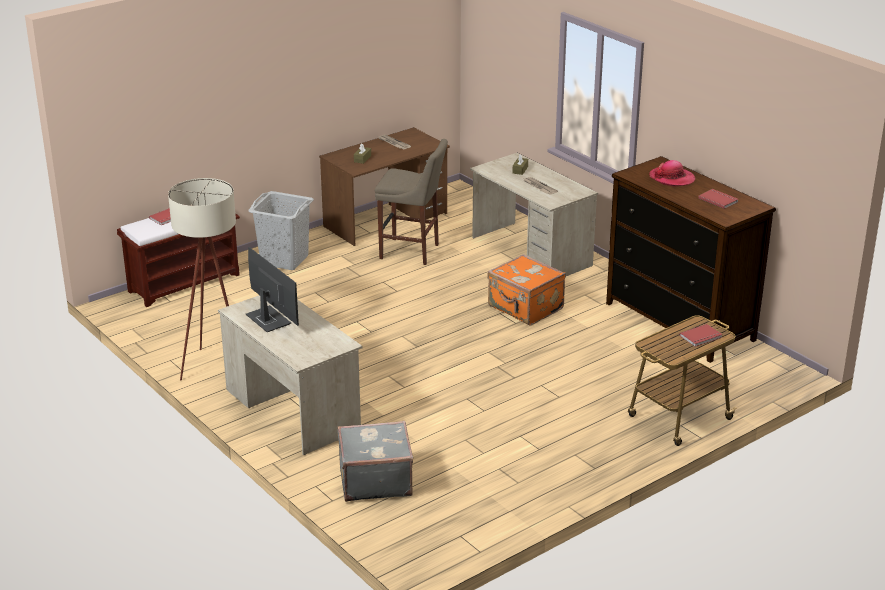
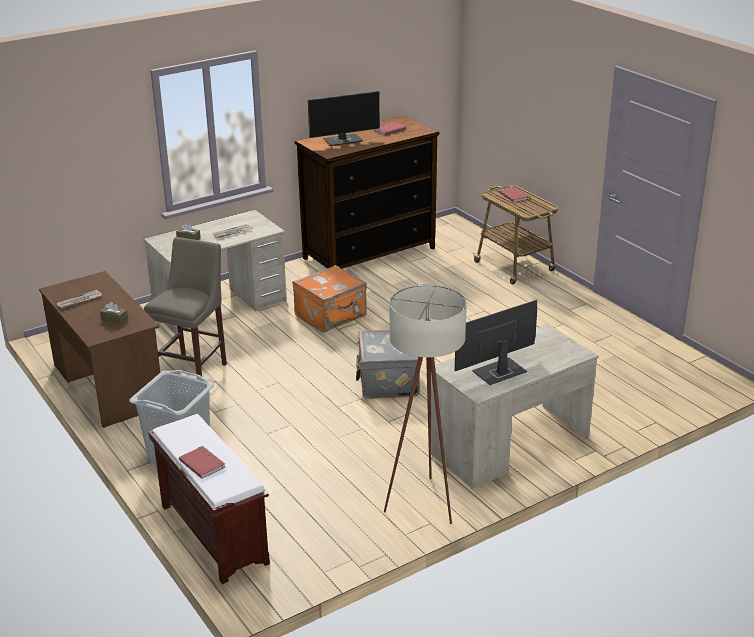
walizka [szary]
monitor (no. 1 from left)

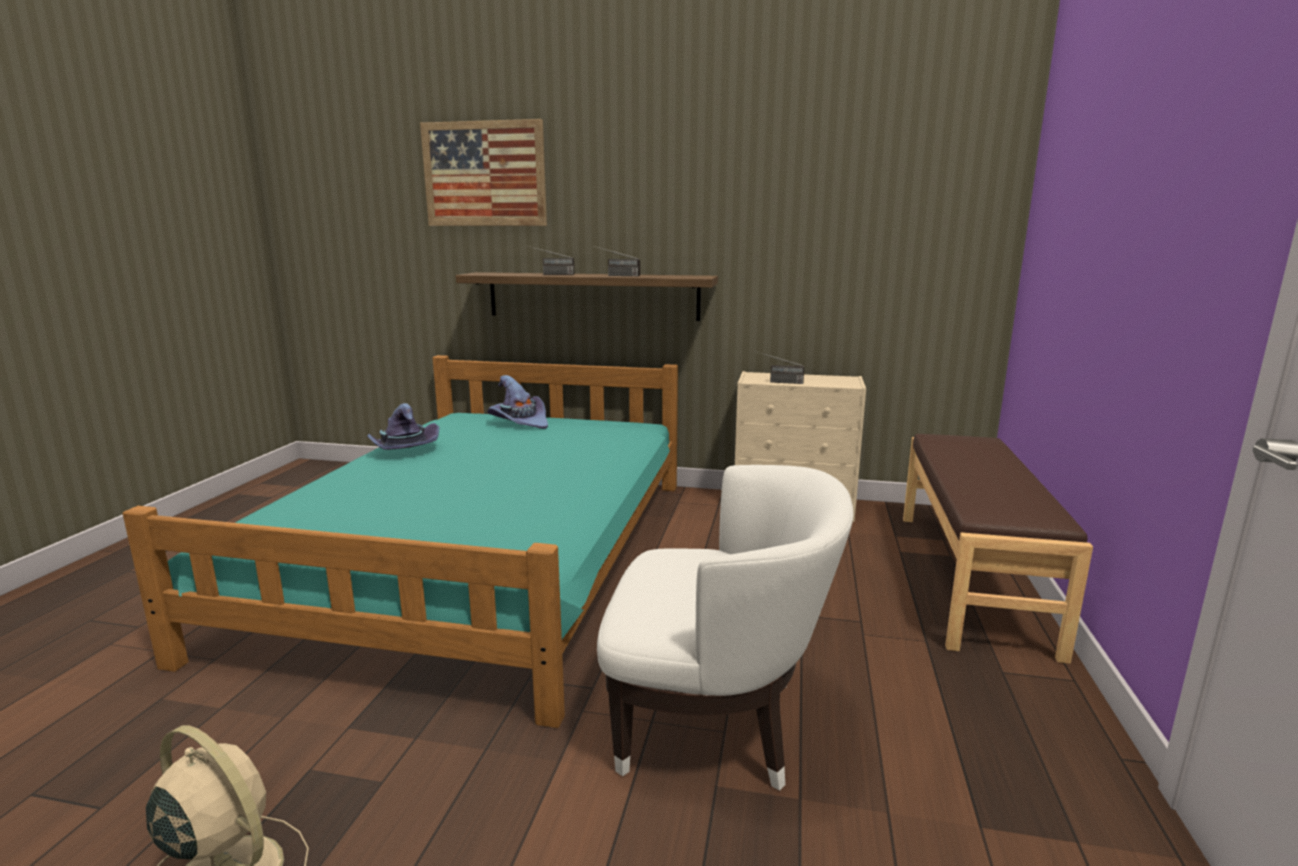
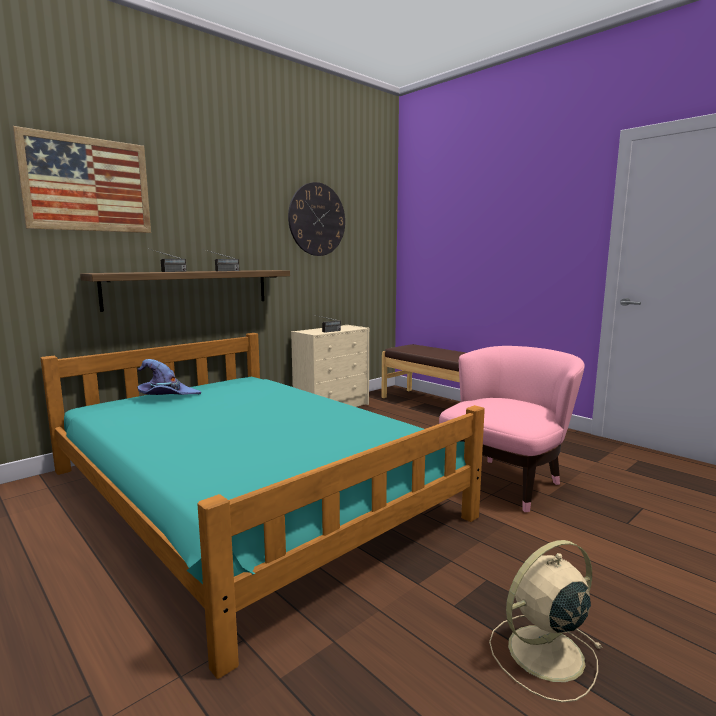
kapelusz [fioletowy] (no. 1 from left in the first image)
fotel [różowy]
zegar ścienny

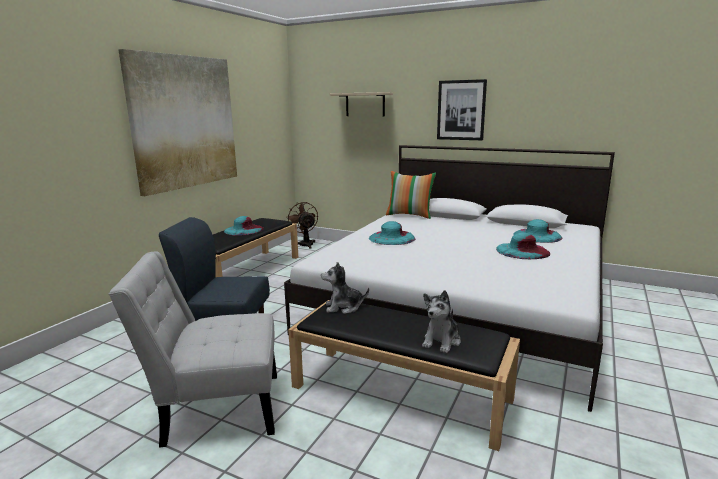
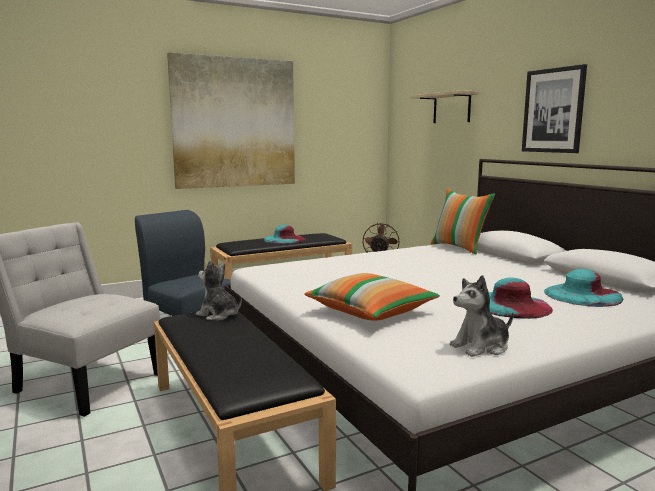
kapelusz [turkusowy] (no. 2 from left in the first image)
pluszak (no. 2 from left)
poduszka (no. 1 from left)

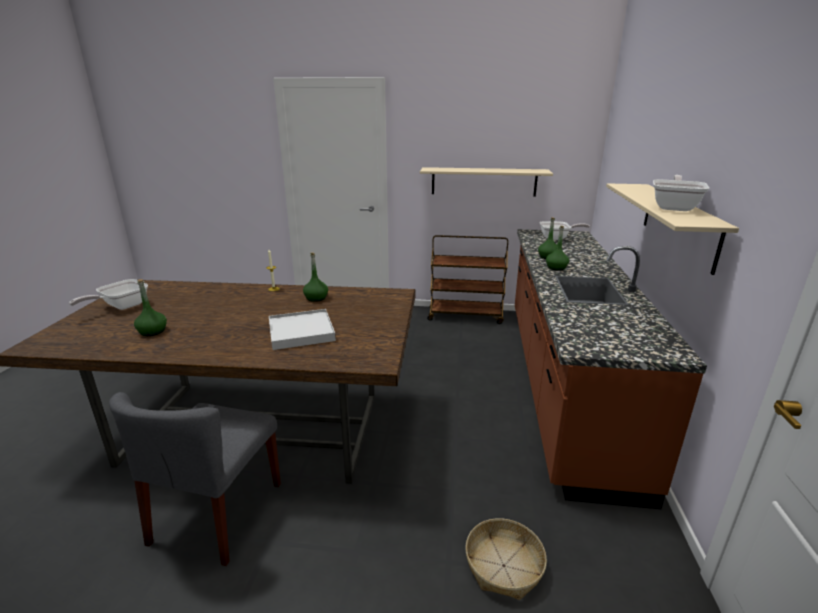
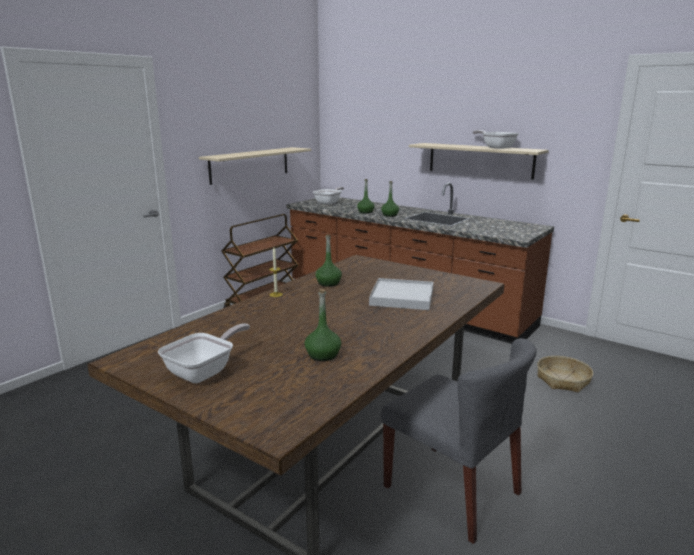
patelnia (no. 1 from left)

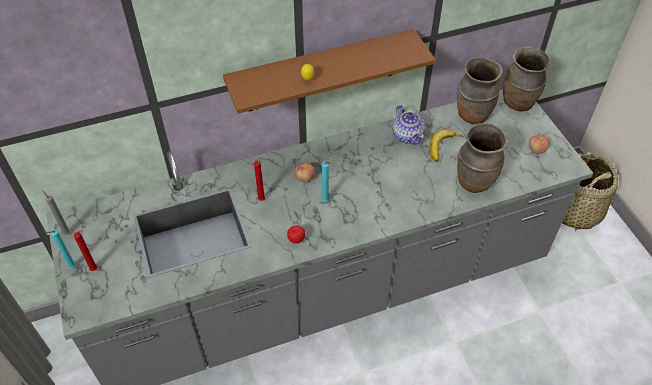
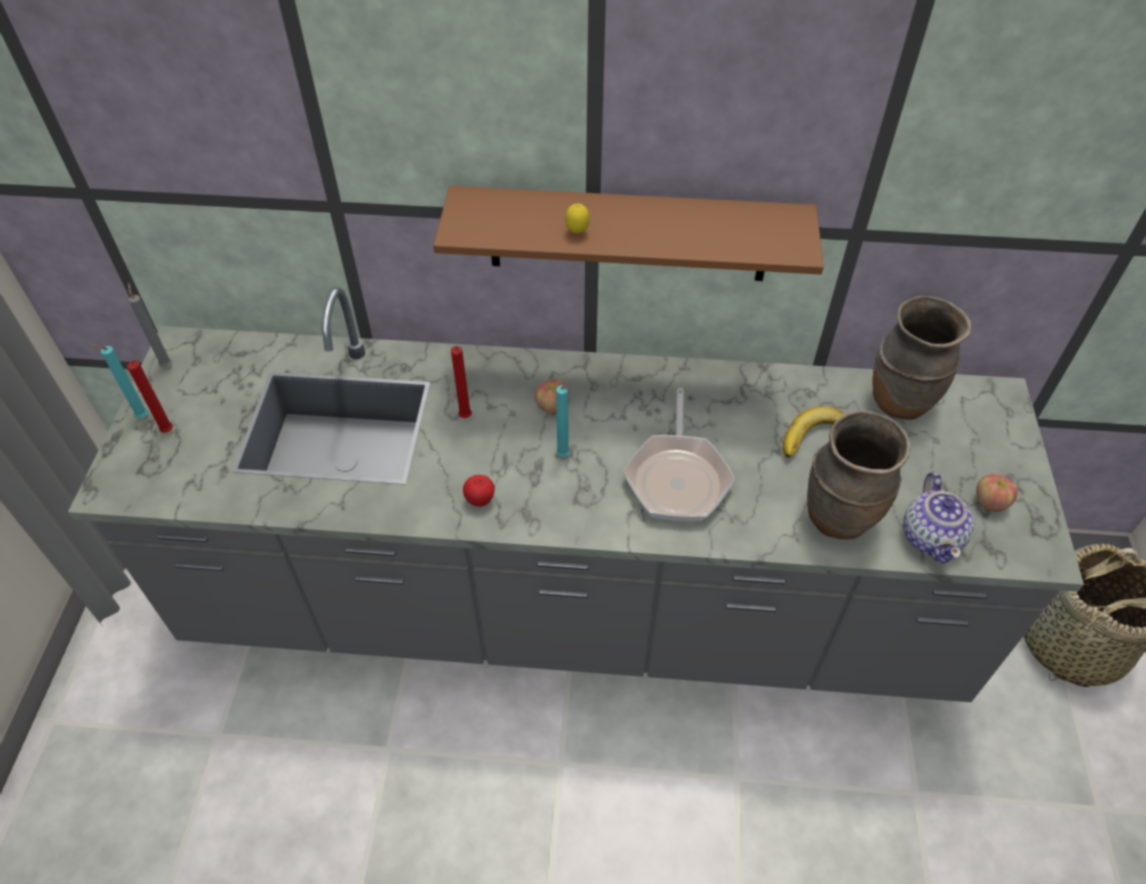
imbryk
wazon [brązowy] (no. 3 from left in the first image)
patelnia

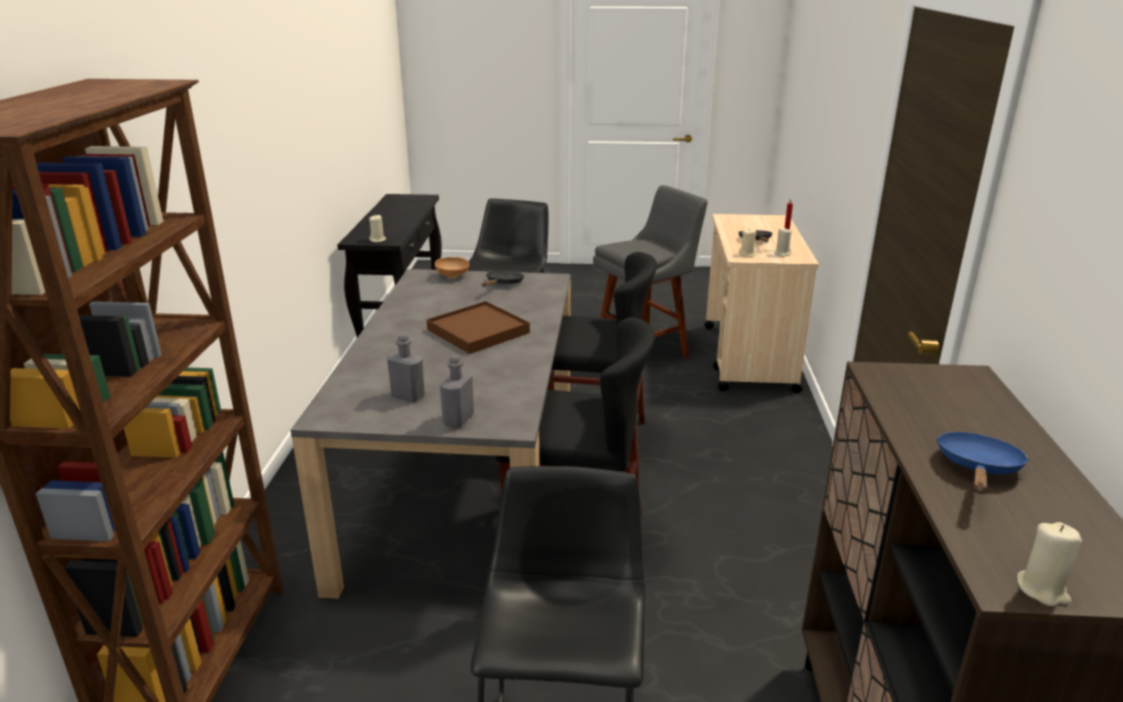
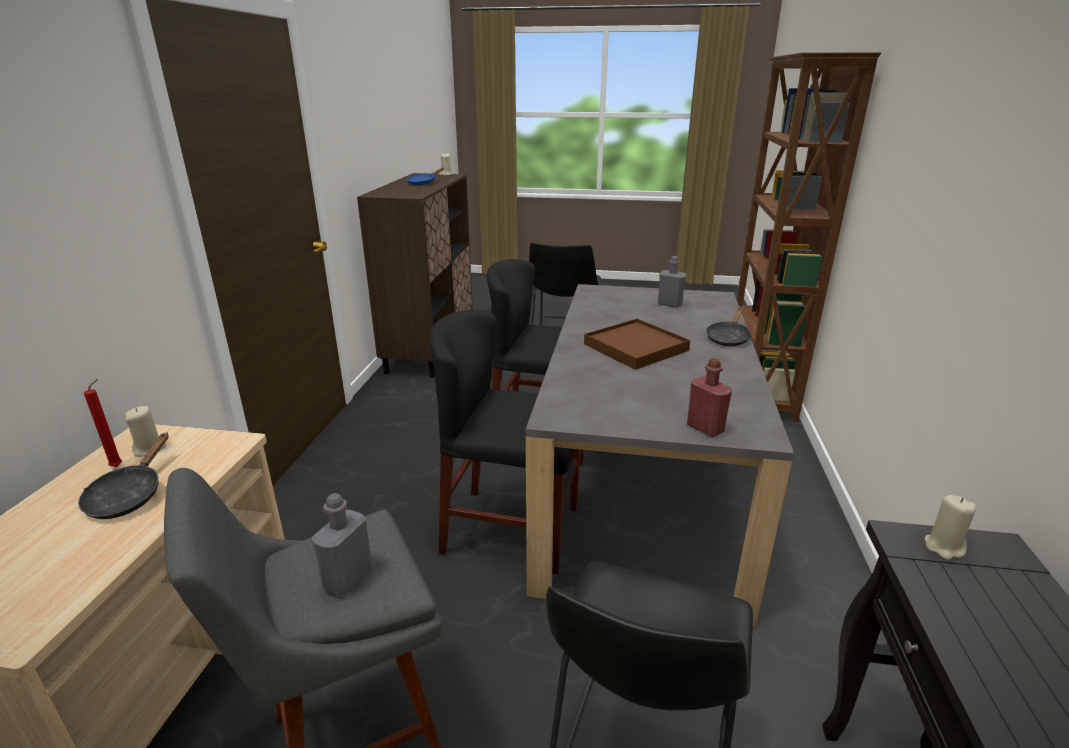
butelka [czerwony]
butelka [szary] (no. 1 from left)
patelnia [czarny] (no. 2 from left)
świeca [beżowy] (no. 2 from left in the first image)

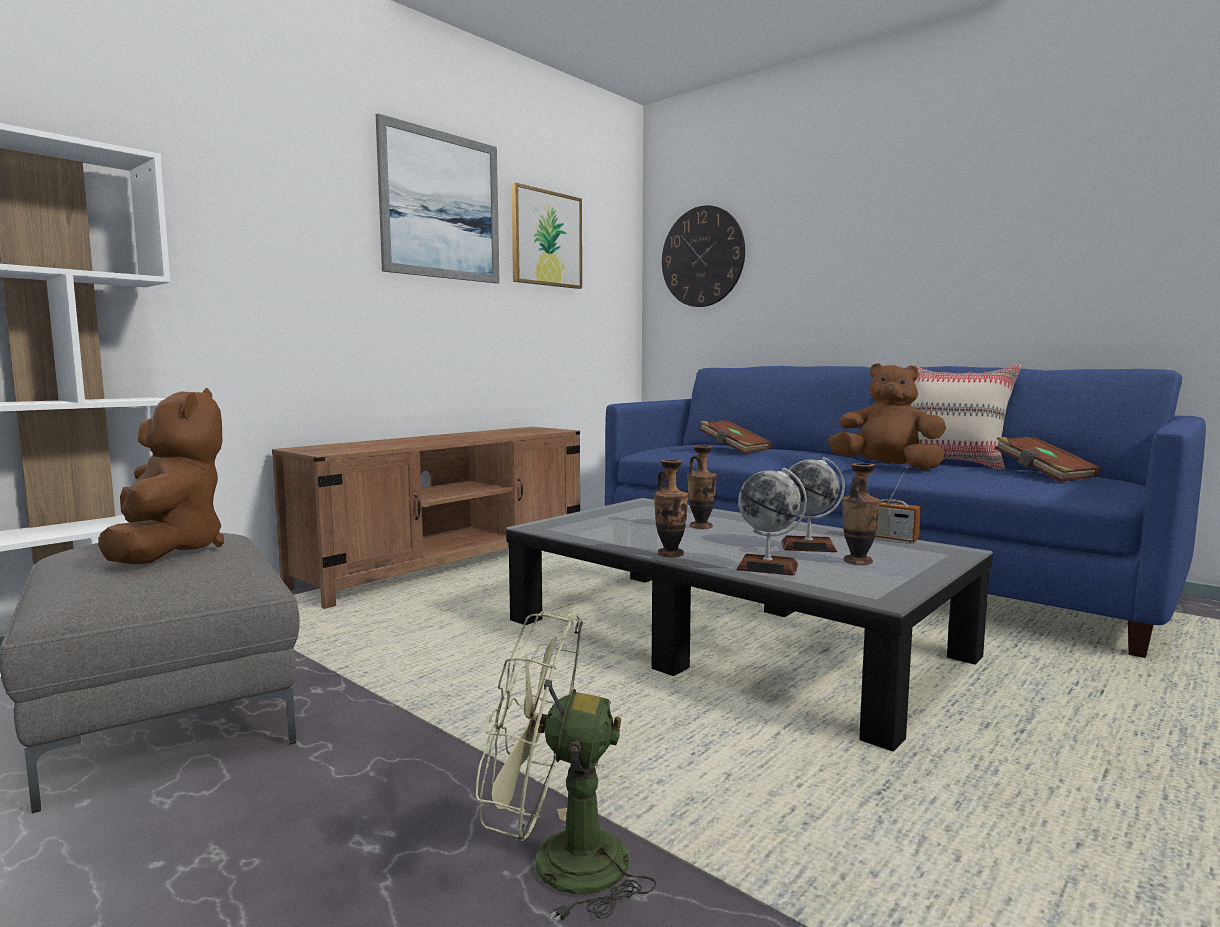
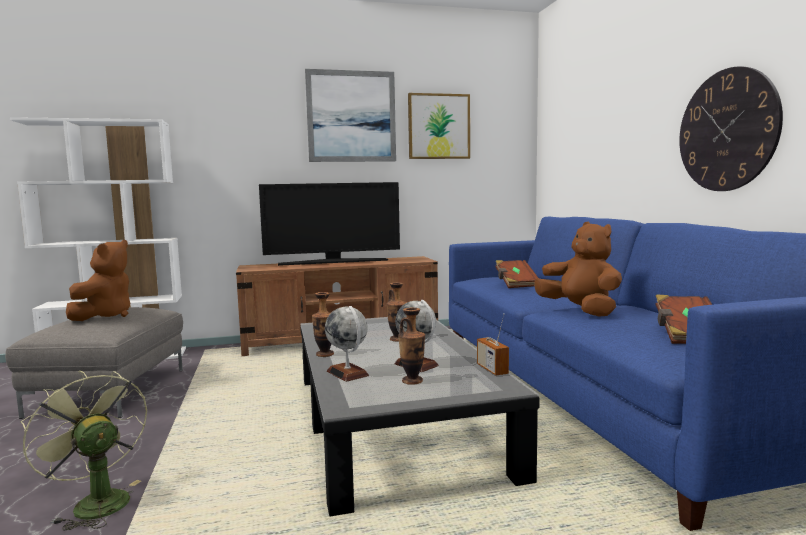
zegar ścienny
poduszka [beżowy]
telewizor

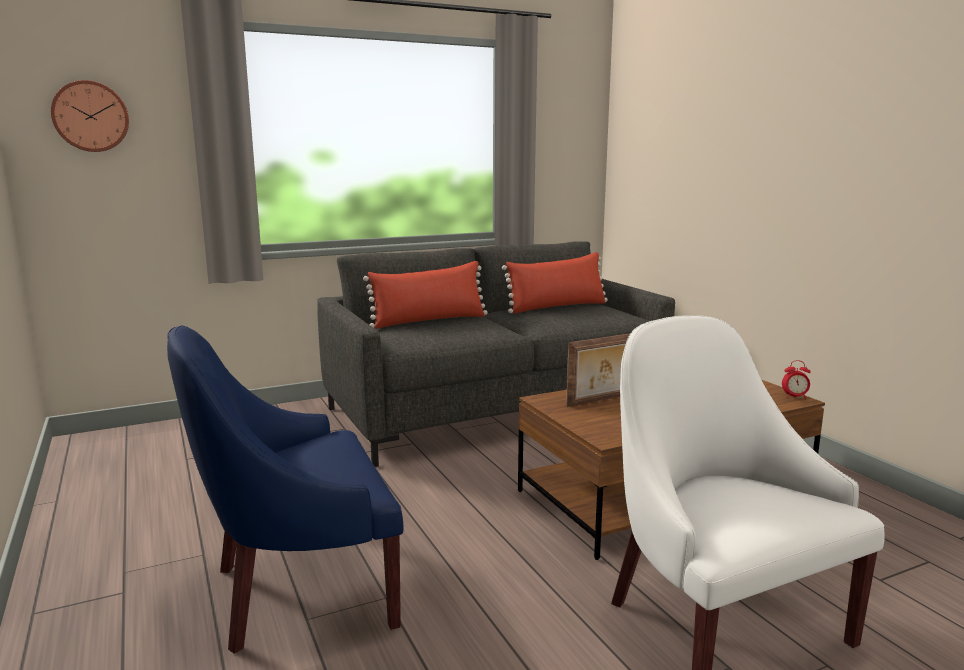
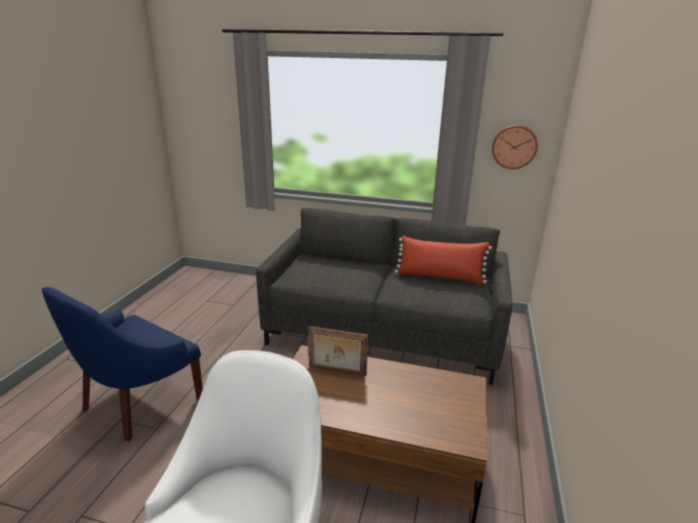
zegar ścienny
fotel [niebieski]
poduszka [czerwony] (no. 1 from left in the first image)
budzik

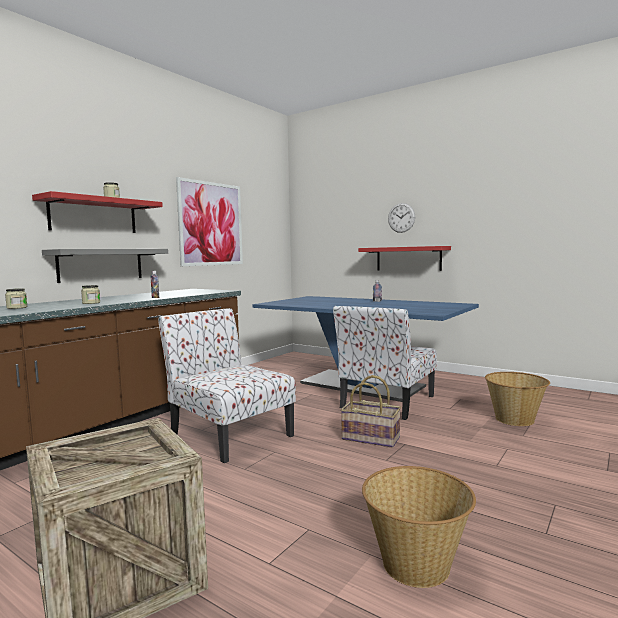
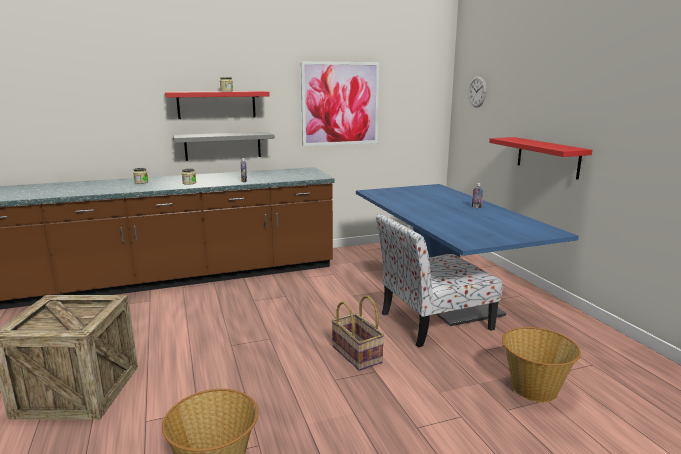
krzesło (no. 1 from left in the first image)
zegar ścienny

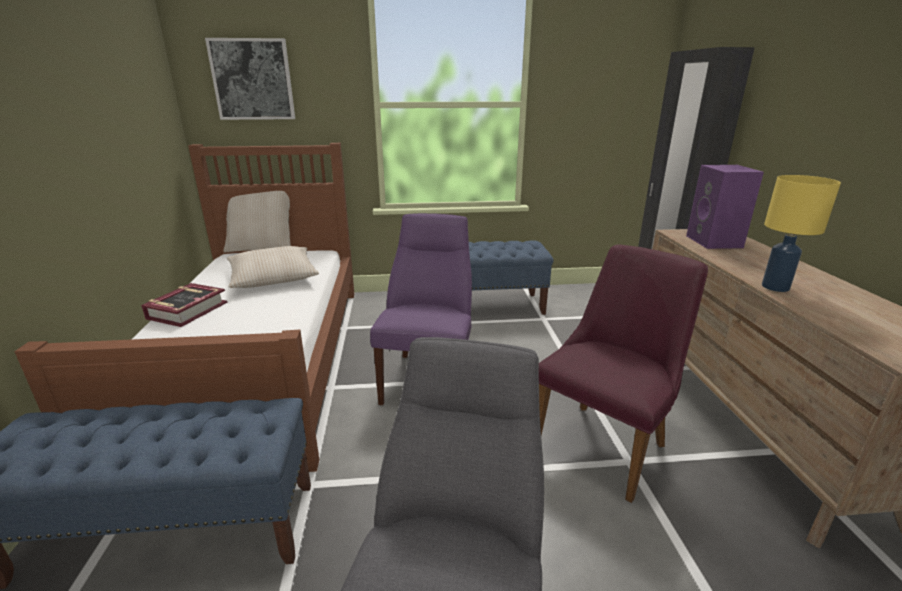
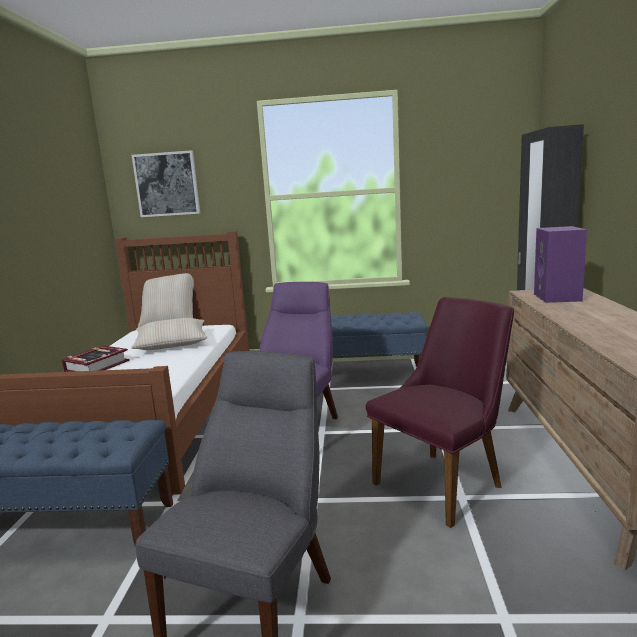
lampa stołowa [żółty]

